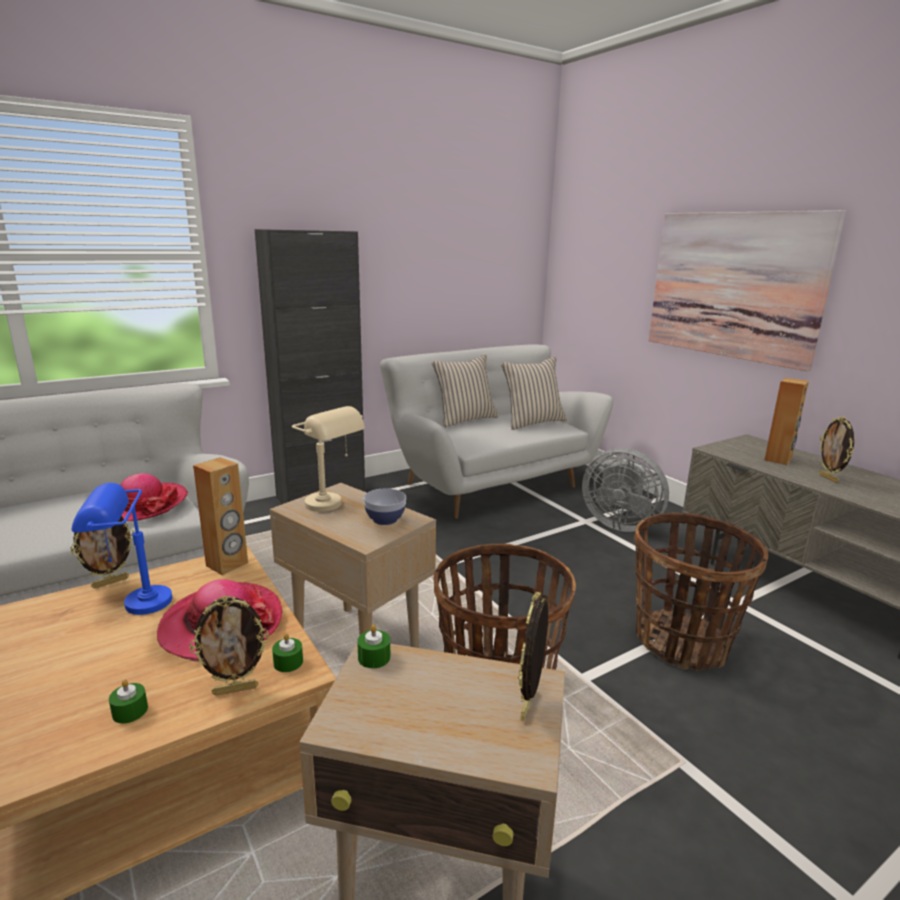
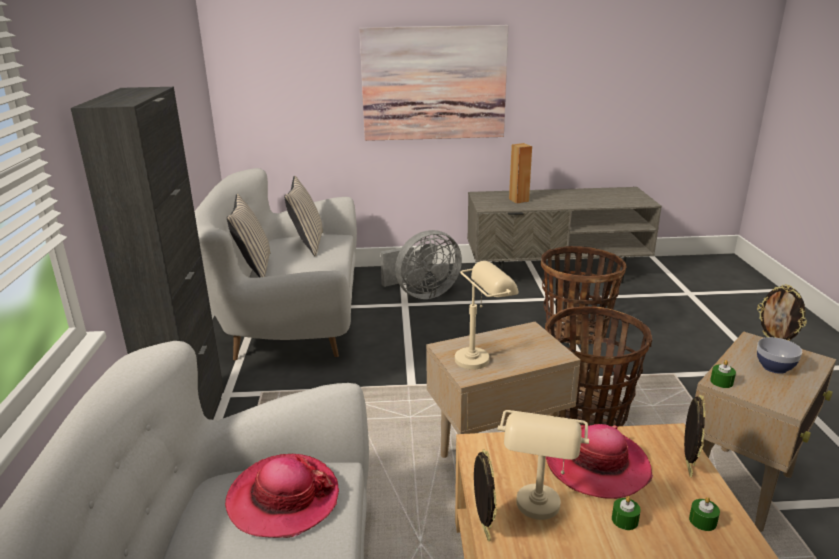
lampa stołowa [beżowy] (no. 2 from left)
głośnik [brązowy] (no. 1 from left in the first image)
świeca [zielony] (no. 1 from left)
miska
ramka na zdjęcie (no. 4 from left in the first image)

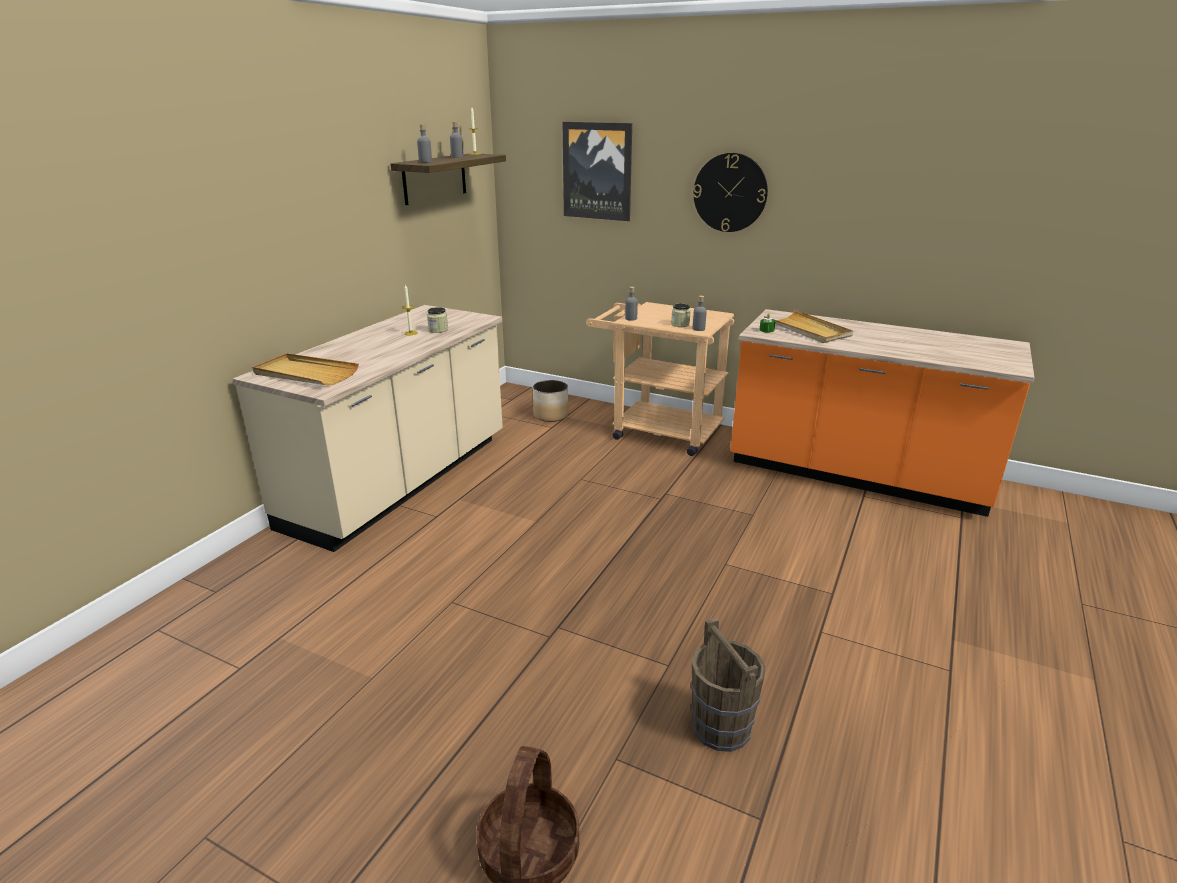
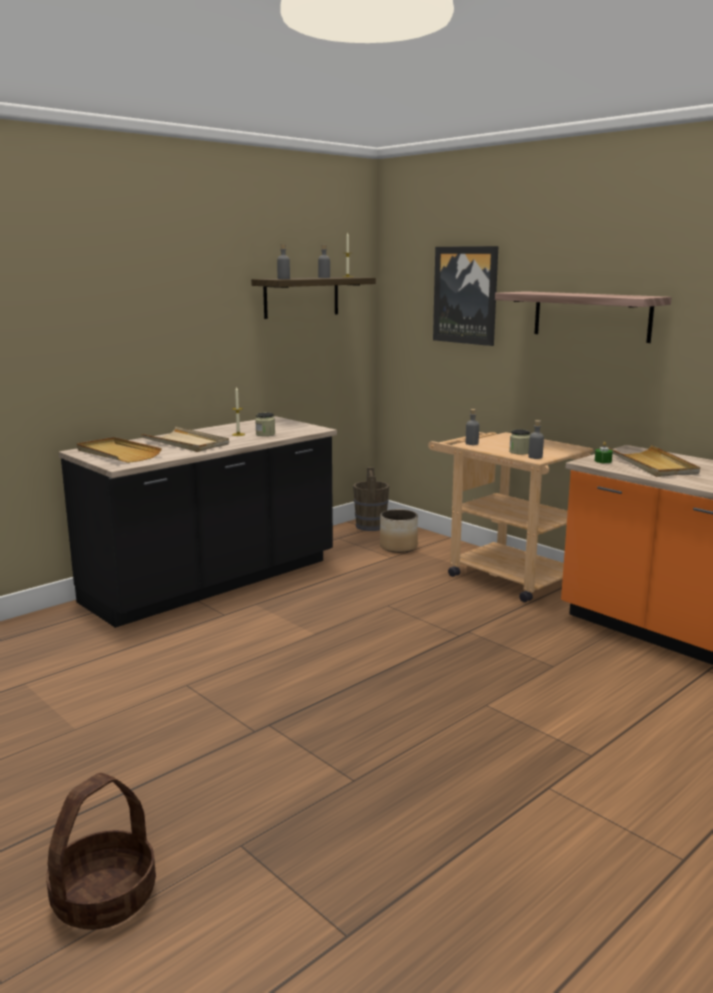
zabudowa kuchenna [czarny]
wiadro [brązowy]
półka (no. 2 from left)
taca [beżowy] (no. 2 from left)

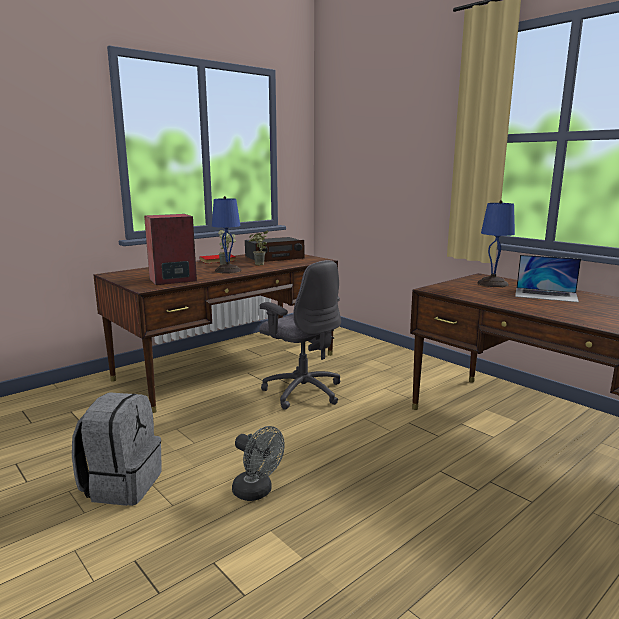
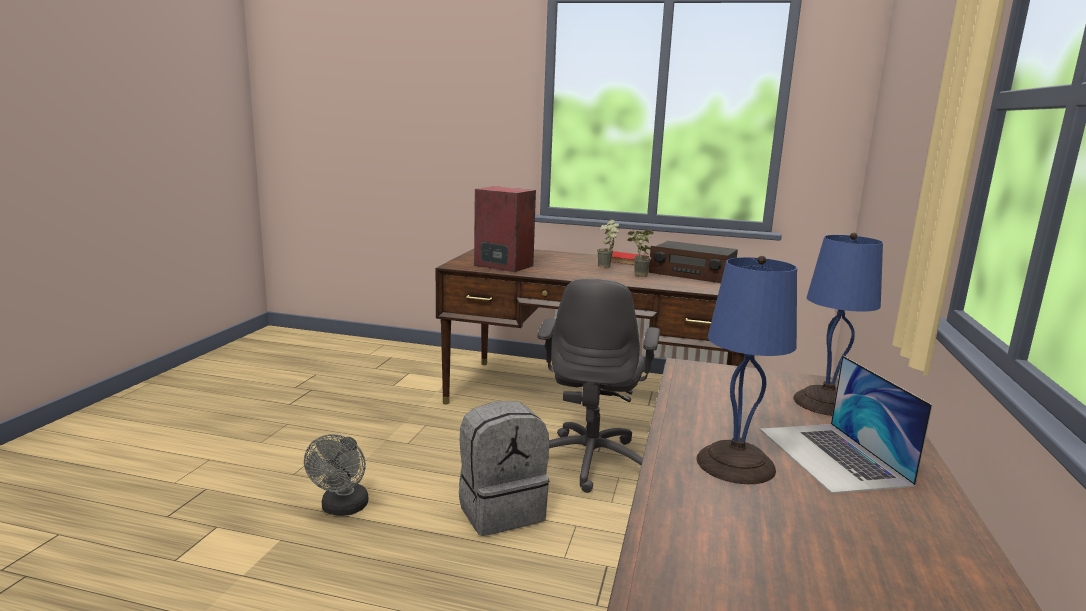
plecak [szary]
lampa stołowa [niebieski] (no. 1 from left)

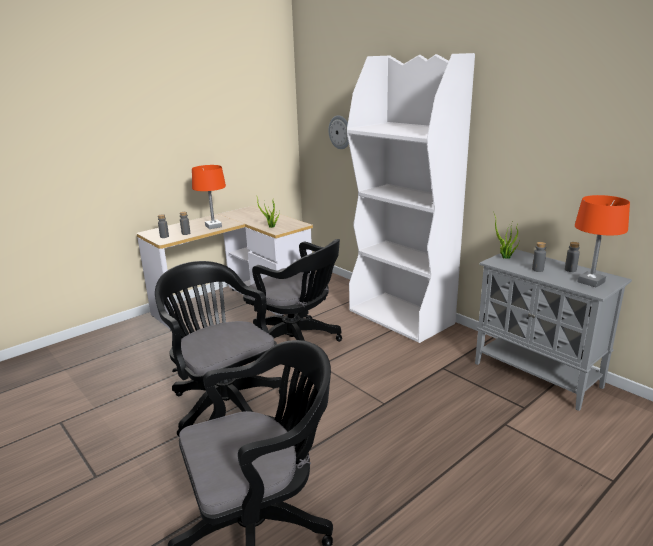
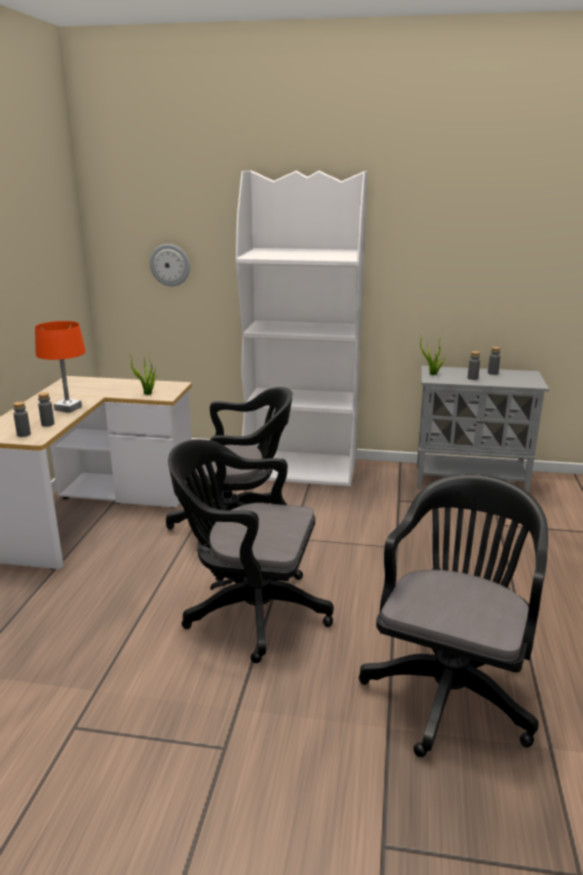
lampa stołowa [pomarańczowy] (no. 2 from left in the first image)

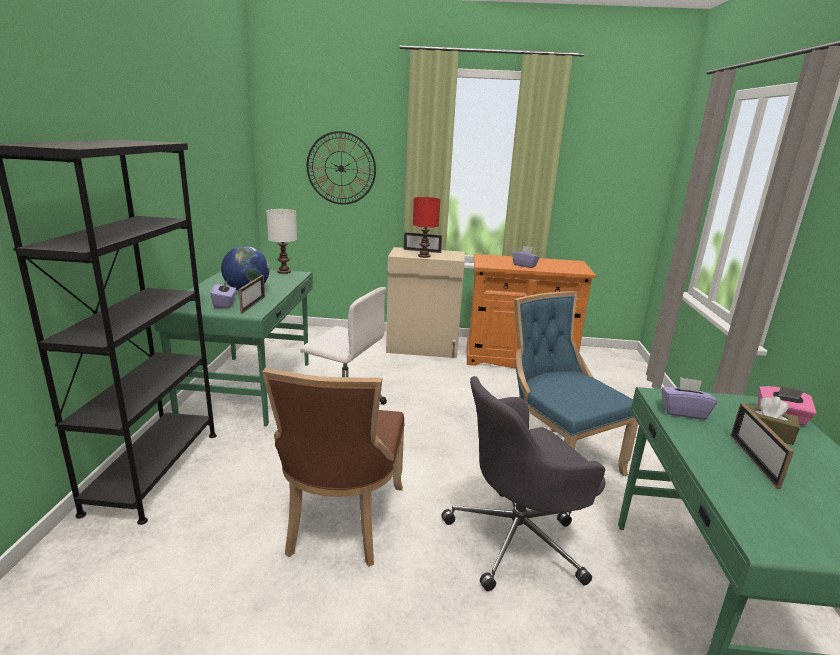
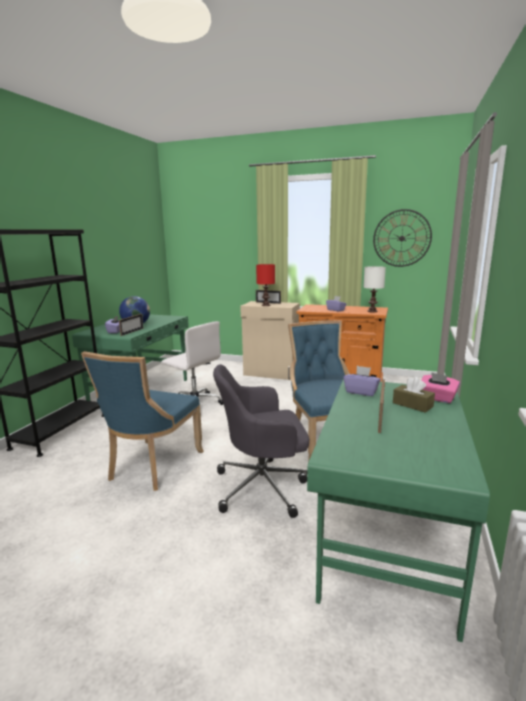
krzesło [niebieski] (no. 1 from left)
lampa stołowa [biały]
zegar ścienny

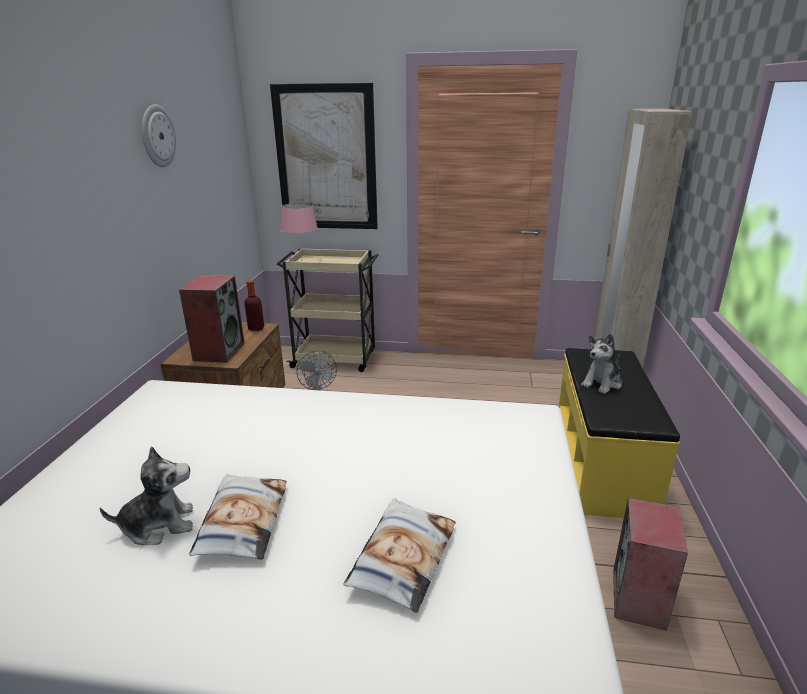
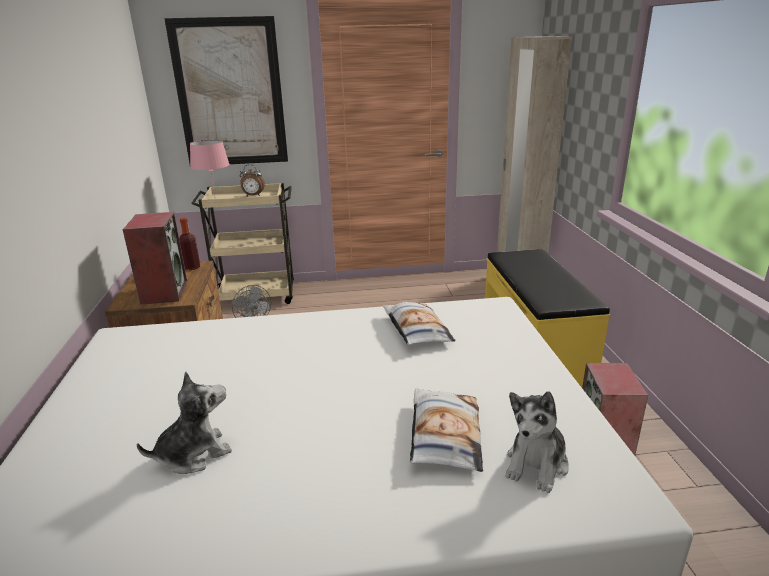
zegar ścienny
poduszka (no. 1 from left)
pluszak (no. 2 from left)
budzik

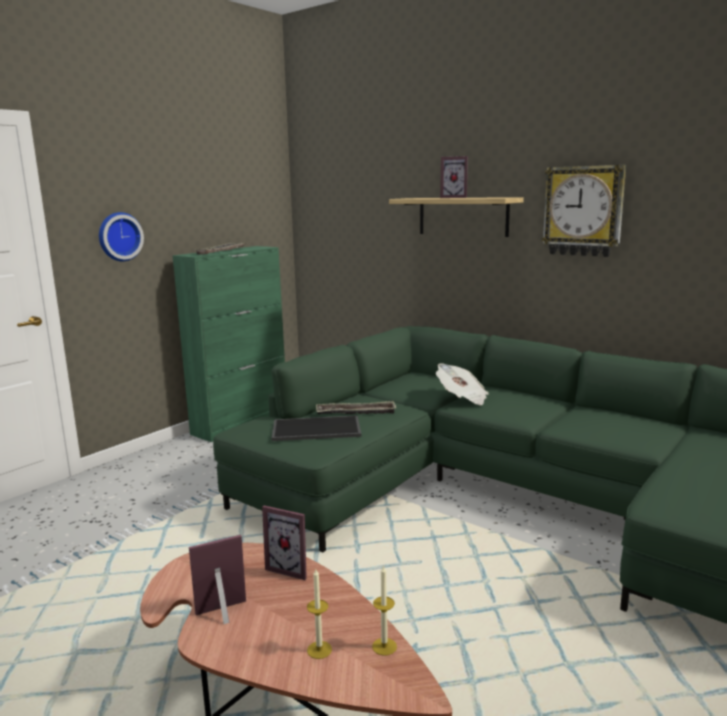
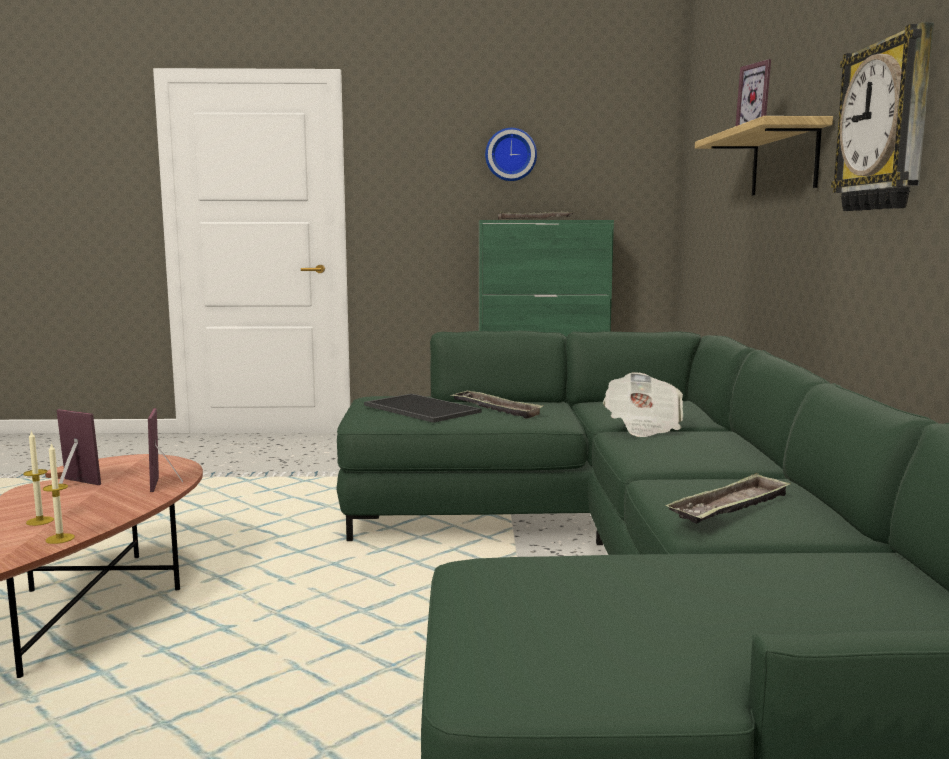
zegar ścienny (no. 1 from left)
taca (no. 4 from left)

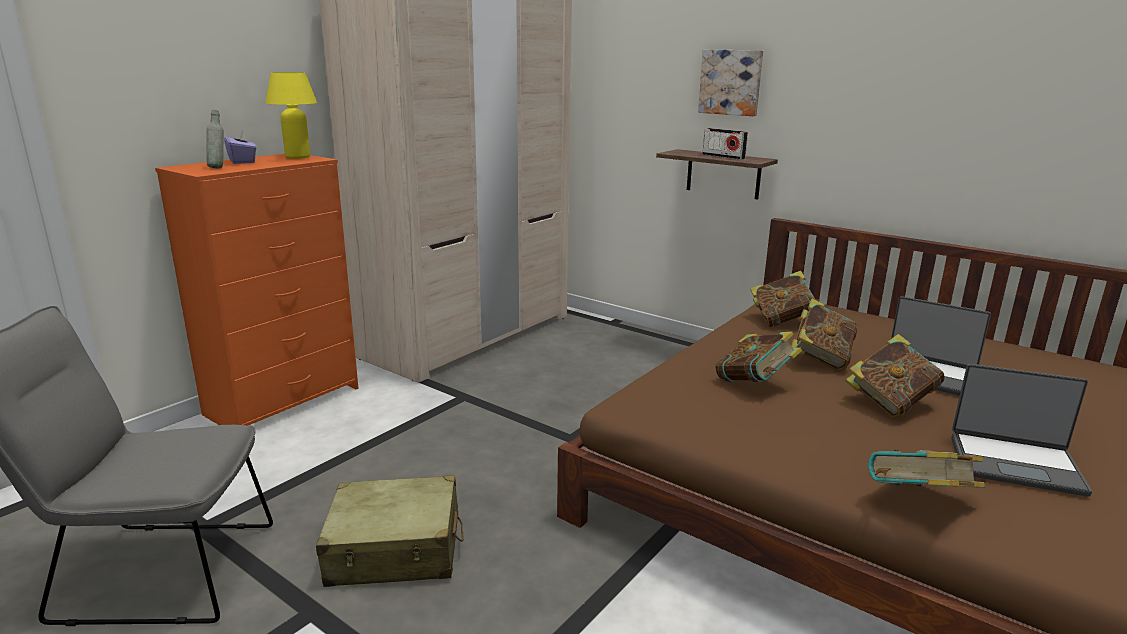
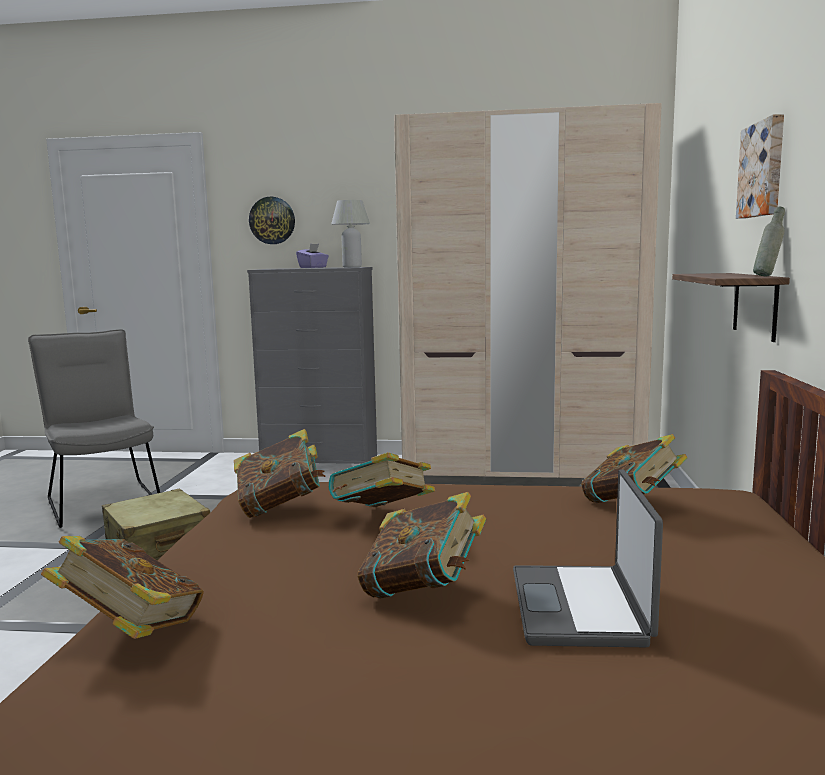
komoda [szary]
butelka [szary]
lampa stołowa [biały]
radio
książka (no. 2 from left)
laptop (no. 2 from left in the first image)
zegar ścienny

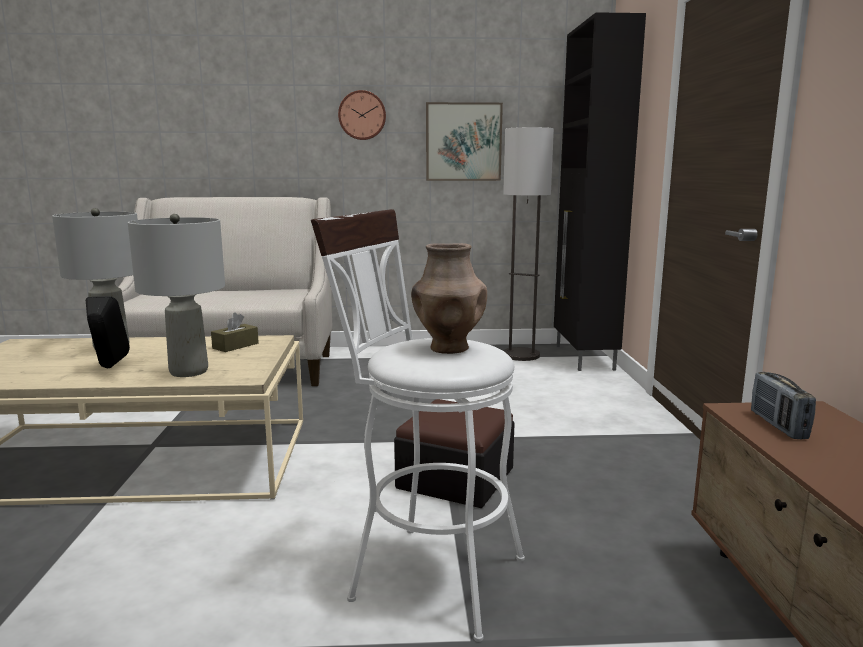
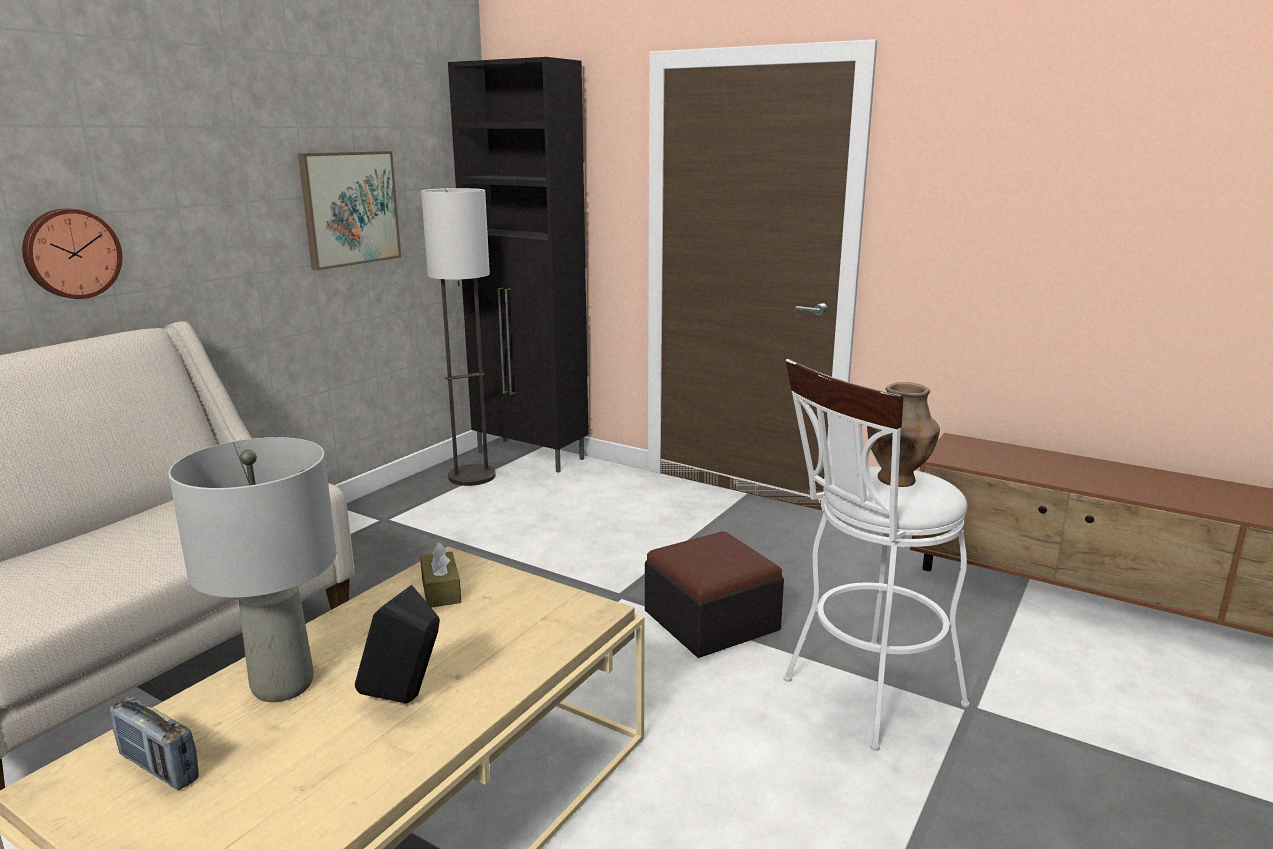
lampa stołowa [szary] (no. 2 from left in the first image)
zegar ścienny
radio

